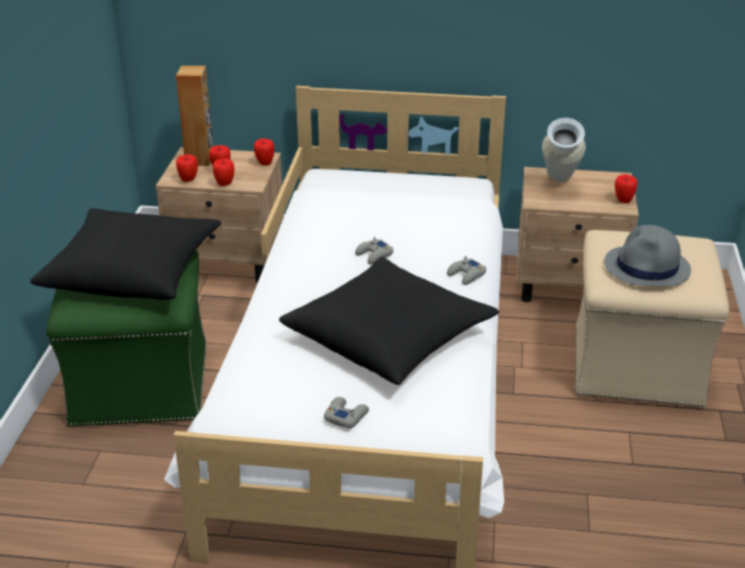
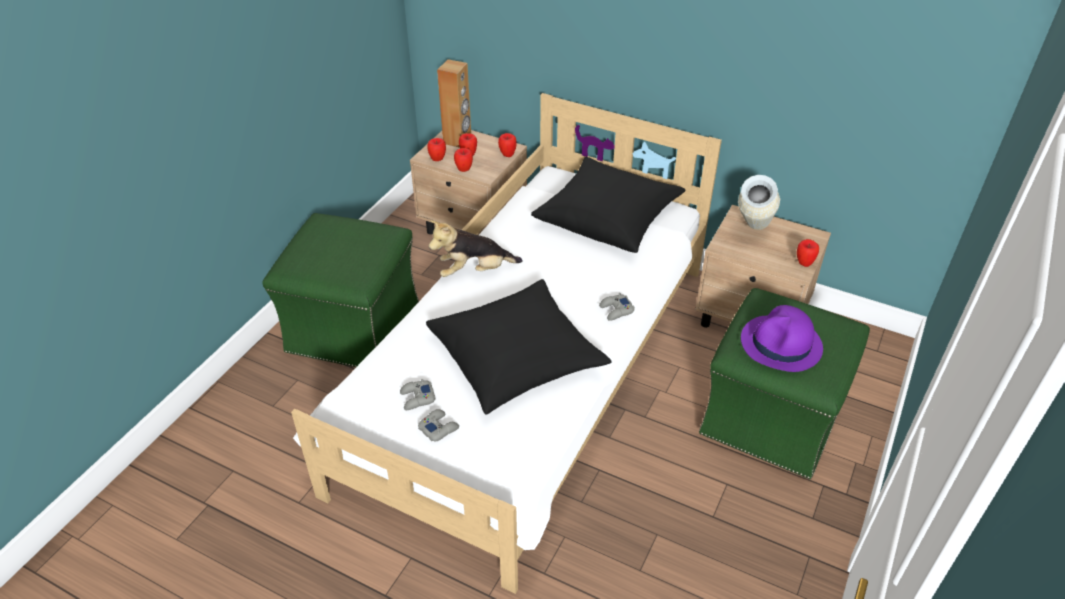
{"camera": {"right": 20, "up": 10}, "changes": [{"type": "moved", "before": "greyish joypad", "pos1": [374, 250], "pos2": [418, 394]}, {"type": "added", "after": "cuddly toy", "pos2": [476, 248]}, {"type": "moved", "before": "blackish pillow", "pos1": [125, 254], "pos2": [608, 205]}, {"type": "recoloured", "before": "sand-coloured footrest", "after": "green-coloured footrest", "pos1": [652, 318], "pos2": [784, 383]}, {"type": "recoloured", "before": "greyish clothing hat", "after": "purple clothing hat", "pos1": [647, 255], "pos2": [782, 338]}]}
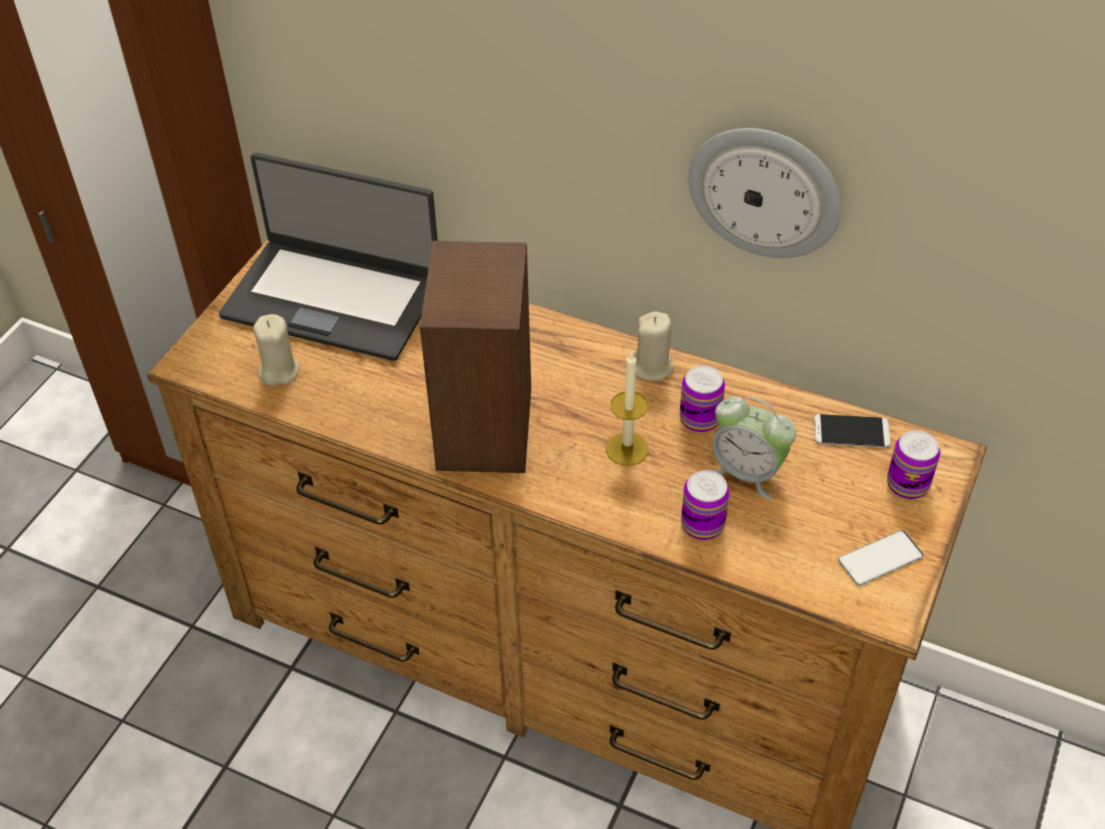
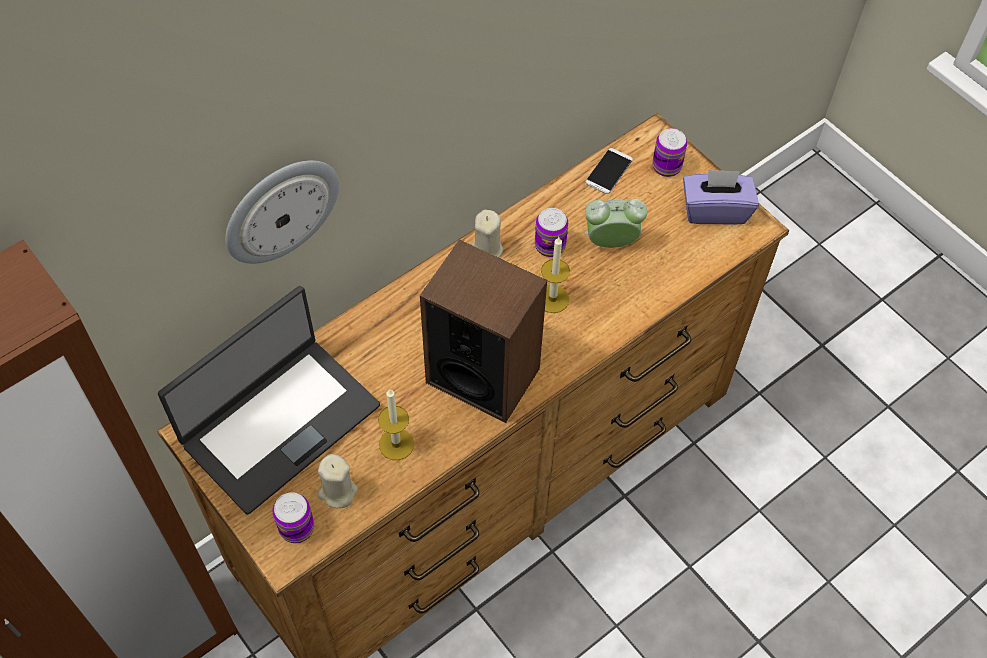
{"camera": {"right": -65, "up": 10}, "changes": [{"type": "moved", "before": "clock on the wall", "pos1": [765, 193], "pos2": [282, 212]}, {"type": "moved", "before": "metal can", "pos1": [705, 505], "pos2": [293, 517]}, {"type": "added", "after": "wax candle", "pos2": [396, 424]}, {"type": "turned", "before": "table clock", "pos1": [753, 448], "pos2": [616, 223], "turn": -150}, {"type": "replaced", "before": "telephone", "after": "purple tissue holder", "pos1": [881, 558], "pos2": [721, 197]}]}
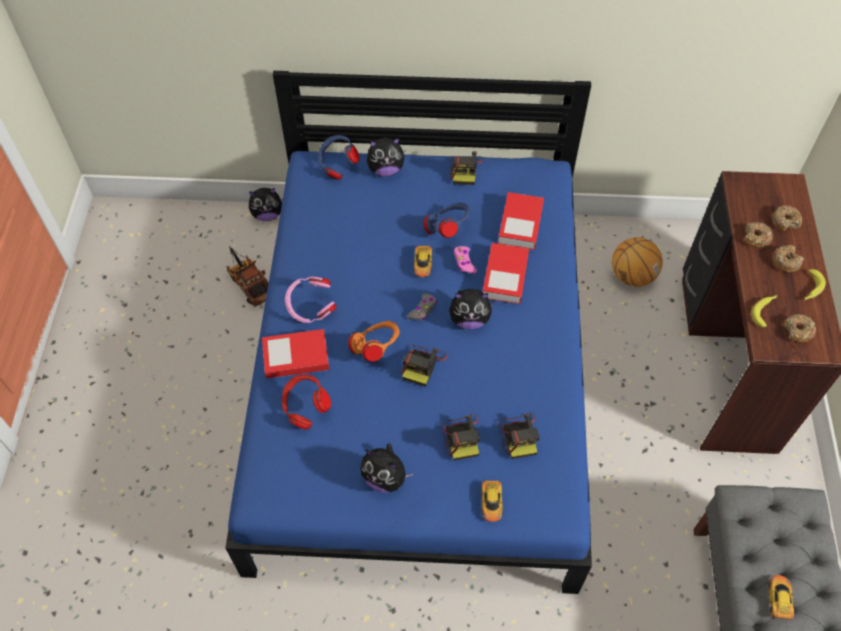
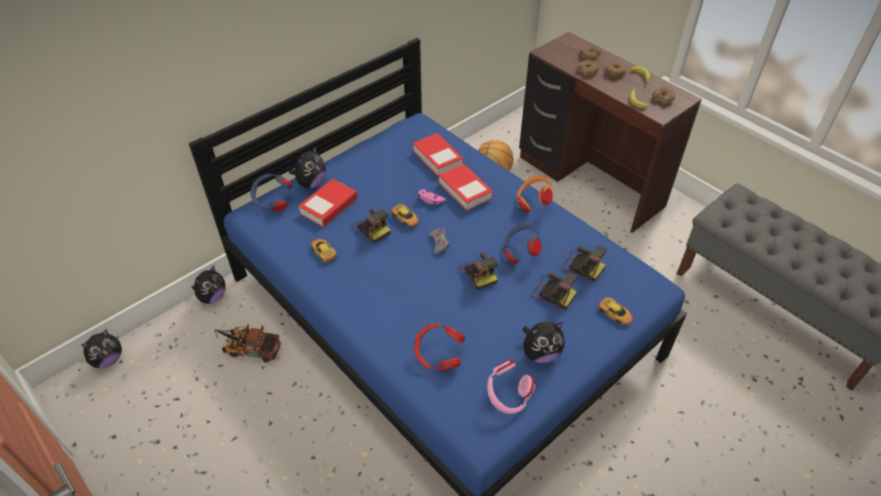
{"camera": {"right": -45, "up": -10}, "changes": [{"type": "moved", "before": "cuddly toy", "pos1": [471, 309], "pos2": [101, 348]}, {"type": "moved", "before": "volume", "pos1": [295, 354], "pos2": [327, 202]}, {"type": "moved", "before": "toy car", "pos1": [781, 597], "pos2": [324, 251]}, {"type": "moved", "before": "still camera", "pos1": [466, 168], "pos2": [371, 225]}, {"type": "moved", "before": "pink pair of headphones", "pos1": [310, 299], "pos2": [511, 386]}, {"type": "moved", "before": "blue-coloured pair of headphones", "pos1": [447, 220], "pos2": [522, 244]}, {"type": "moved", "before": "orange pair of headphones", "pos1": [374, 341], "pos2": [535, 194]}]}
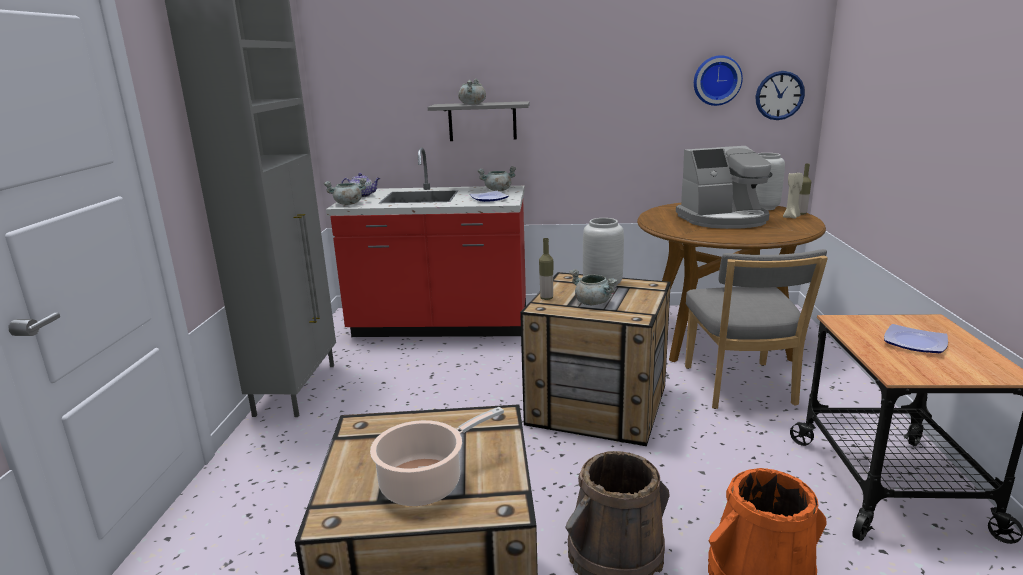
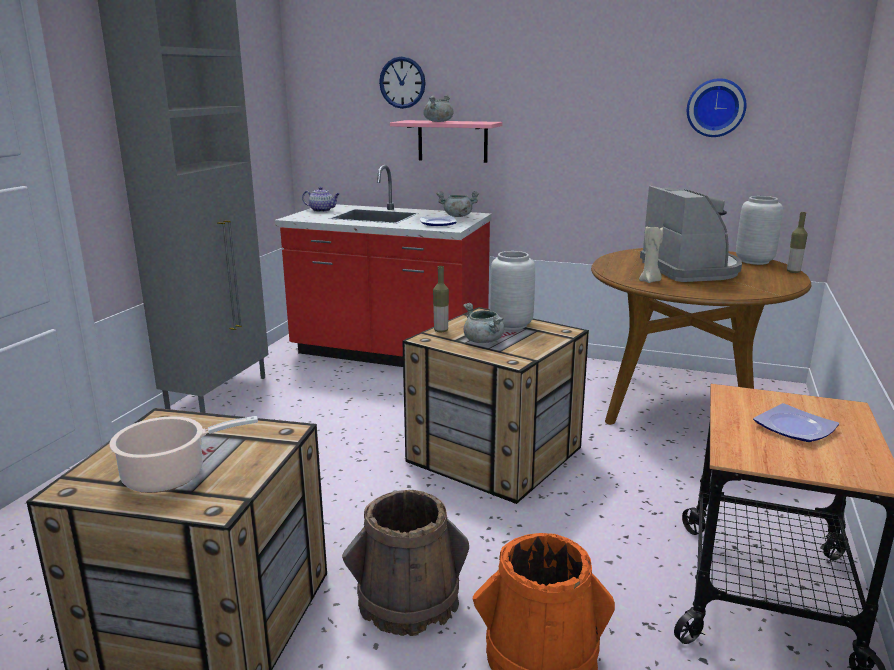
{"camera": {"right": 15, "up": 0}, "changes": [{"type": "moved", "before": "clock on the wall", "pos1": [780, 95], "pos2": [402, 83]}, {"type": "recoloured", "before": "greyish shelf", "after": "pink shelf", "pos1": [479, 121], "pos2": [446, 141]}, {"type": "moved", "before": "sand-coloured wax candle", "pos1": [793, 195], "pos2": [651, 254]}, {"type": "turned", "before": "coffee maker", "pos1": [724, 187], "pos2": [691, 234], "turn": -105}, {"type": "removed", "before": "greyish stockpot", "pos1": [345, 191]}, {"type": "removed", "before": "greyish chair", "pos1": [756, 329]}]}
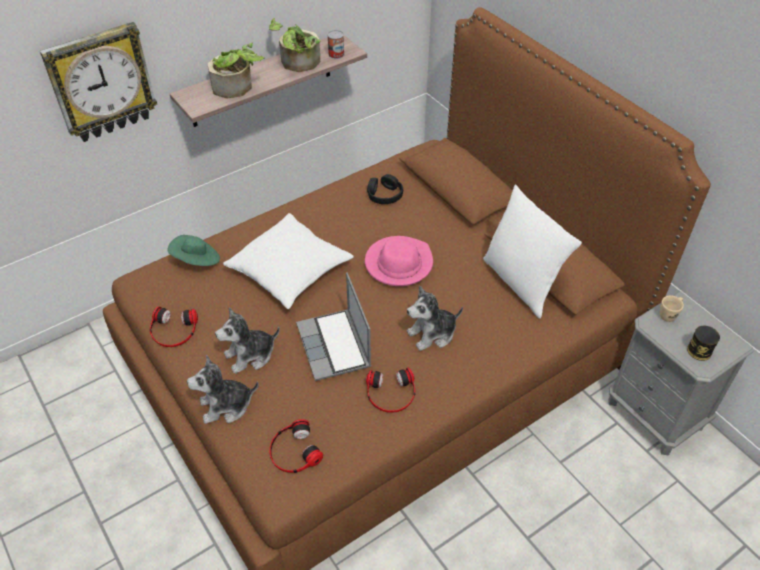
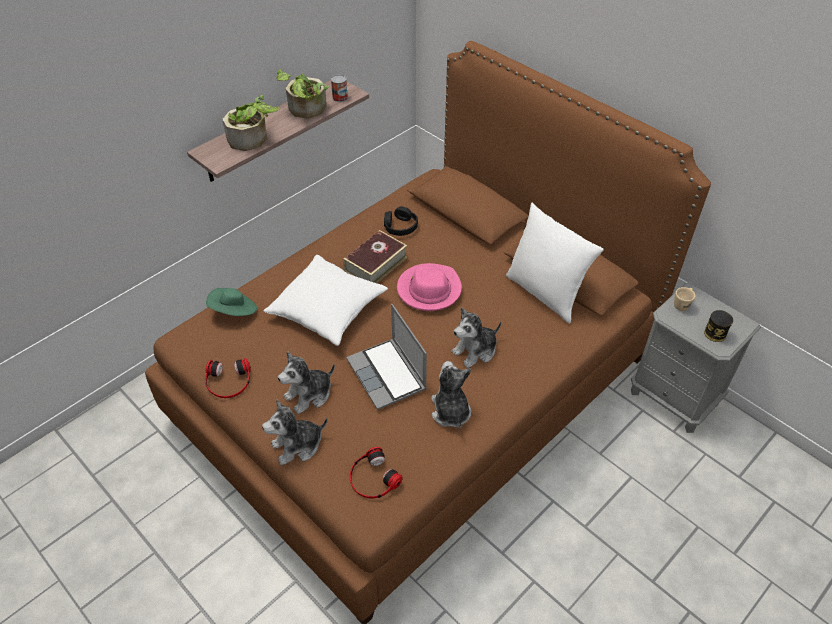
{"camera": {"right": -10, "up": 0}, "changes": [{"type": "added", "after": "volume", "pos2": [375, 256]}, {"type": "replaced", "before": "pair of headphones", "after": "cuddly toy", "pos1": [390, 390], "pos2": [451, 394]}, {"type": "removed", "before": "clock on the wall", "pos1": [98, 82]}]}
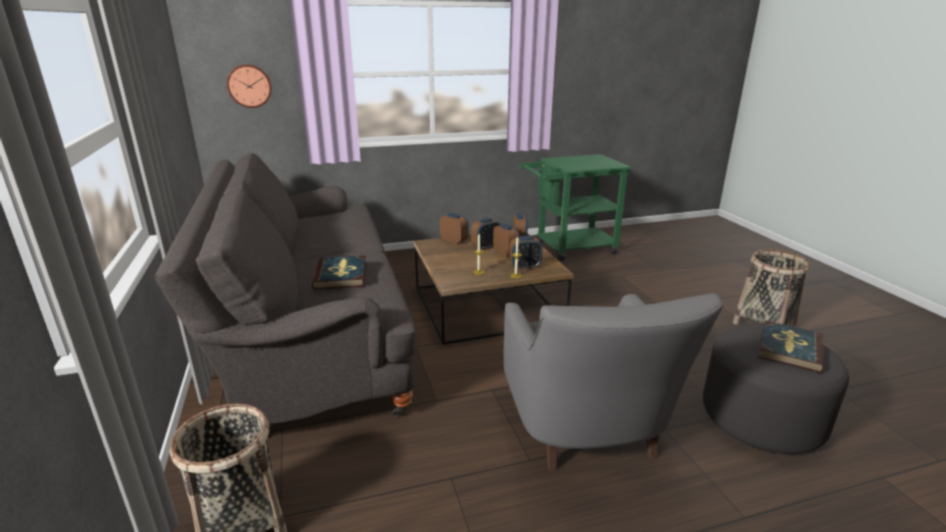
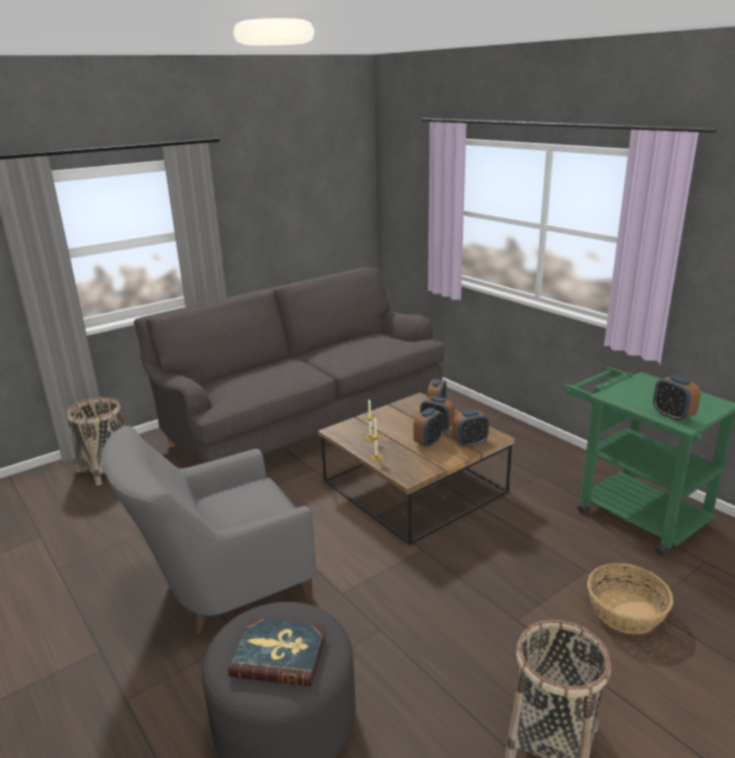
{"camera": {"right": 70, "up": 0}, "changes": [{"type": "added", "after": "household basket", "pos2": [630, 598]}, {"type": "moved", "before": "table clock", "pos1": [526, 253], "pos2": [677, 398]}, {"type": "removed", "before": "clock on the wall", "pos1": [249, 86]}, {"type": "removed", "before": "volume", "pos1": [339, 272]}]}
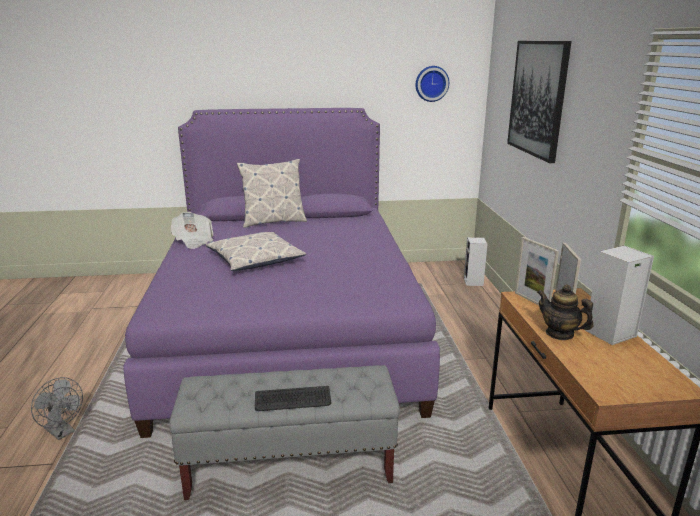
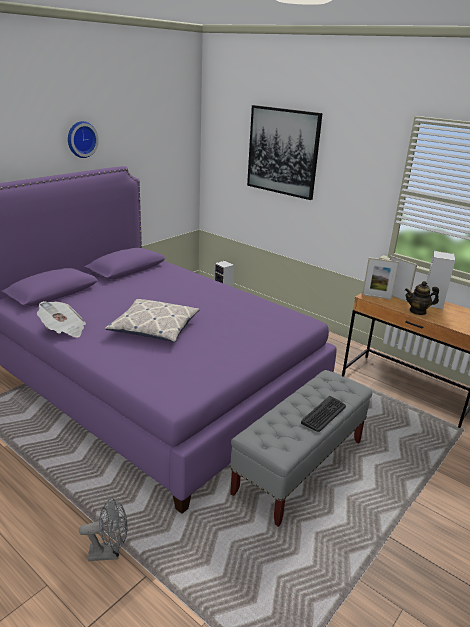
{"camera": {"right": -45, "up": 5}, "changes": [{"type": "moved", "before": "clock on the wall", "pos1": [432, 84], "pos2": [83, 139]}, {"type": "removed", "before": "pillow", "pos1": [272, 193]}]}
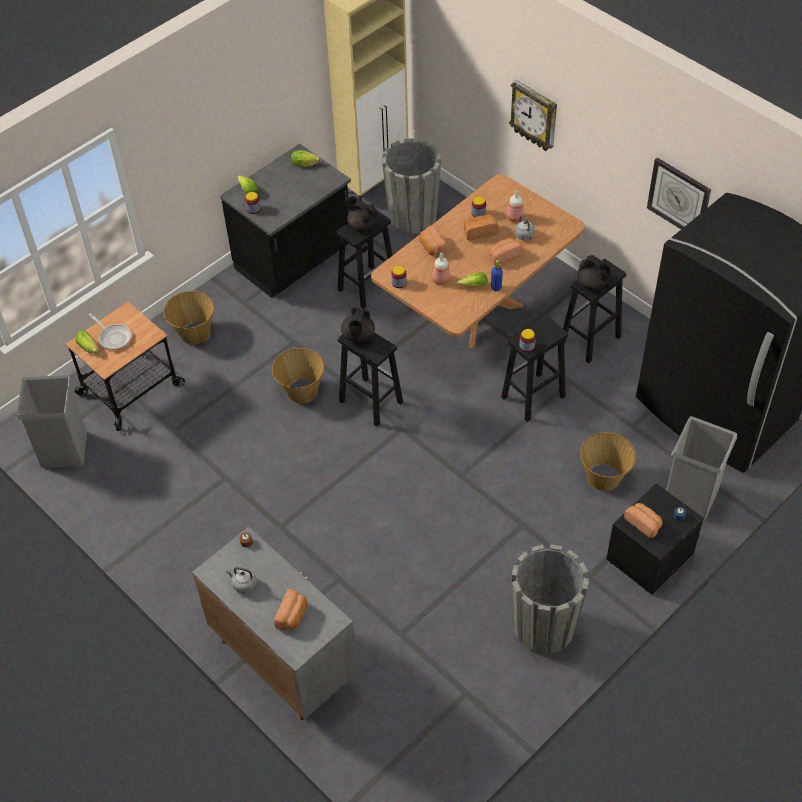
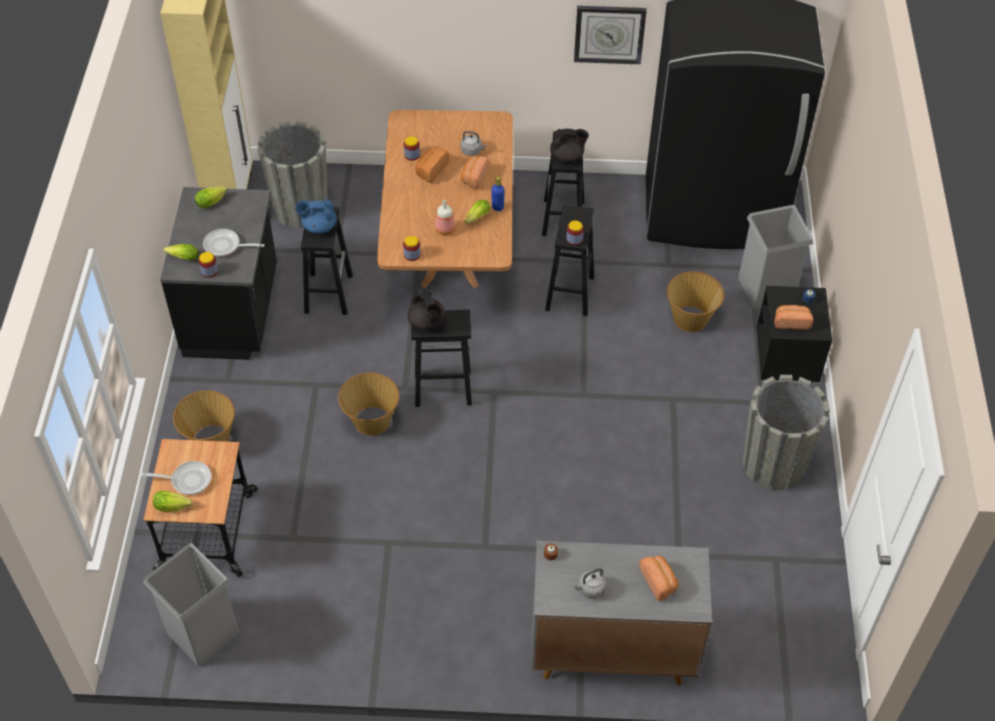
{"camera": {"right": -45, "up": 0}, "changes": [{"type": "added", "after": "pan", "pos2": [234, 243]}, {"type": "recoloured", "before": "blackish pot for tea", "after": "blue-coloured pot for tea", "pos1": [362, 213], "pos2": [316, 216]}, {"type": "removed", "before": "bakery bread", "pos1": [433, 240]}, {"type": "removed", "before": "beverage bottle", "pos1": [515, 206]}, {"type": "removed", "before": "clock on the wall", "pos1": [533, 115]}]}
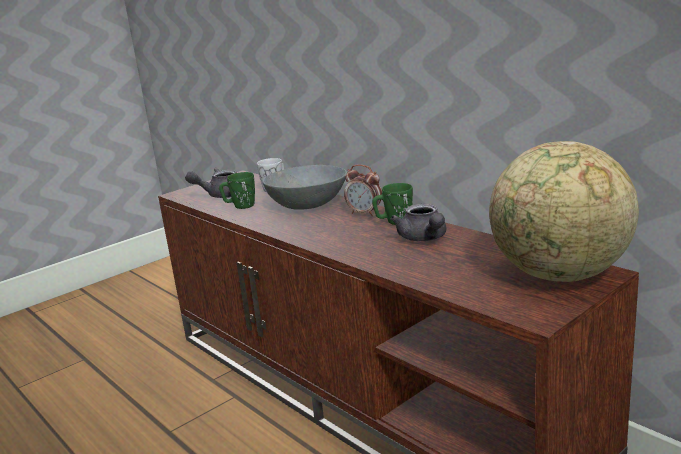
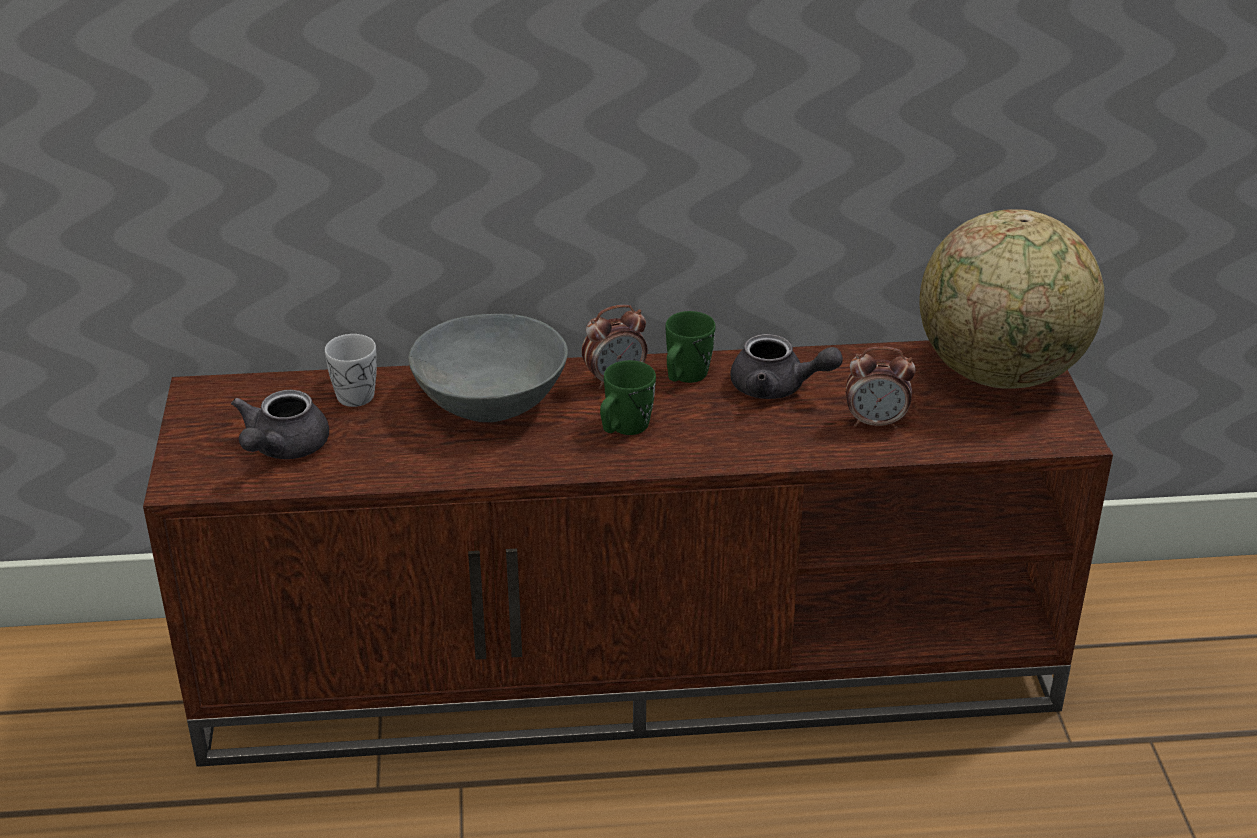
{"camera": {"right": -55, "up": 15}, "changes": [{"type": "moved", "before": "green-coloured mug", "pos1": [237, 190], "pos2": [628, 397]}, {"type": "added", "after": "table clock", "pos2": [881, 388]}]}
